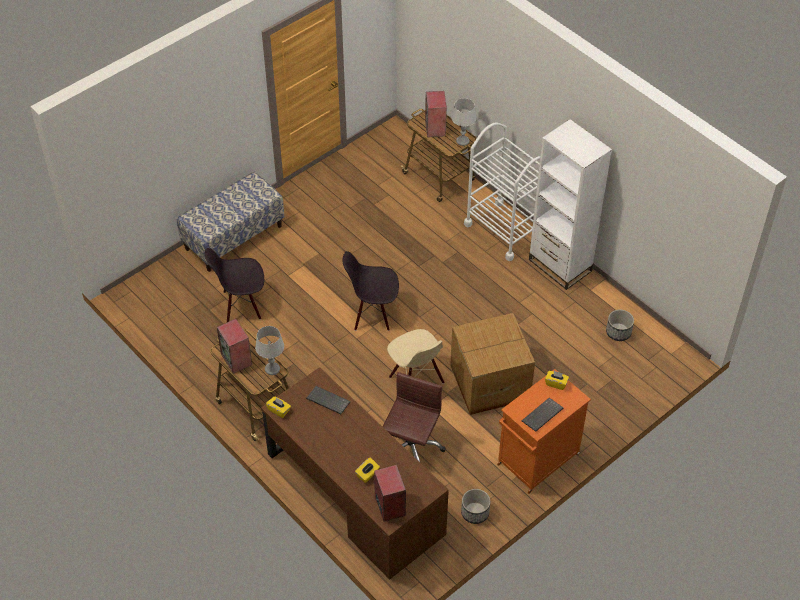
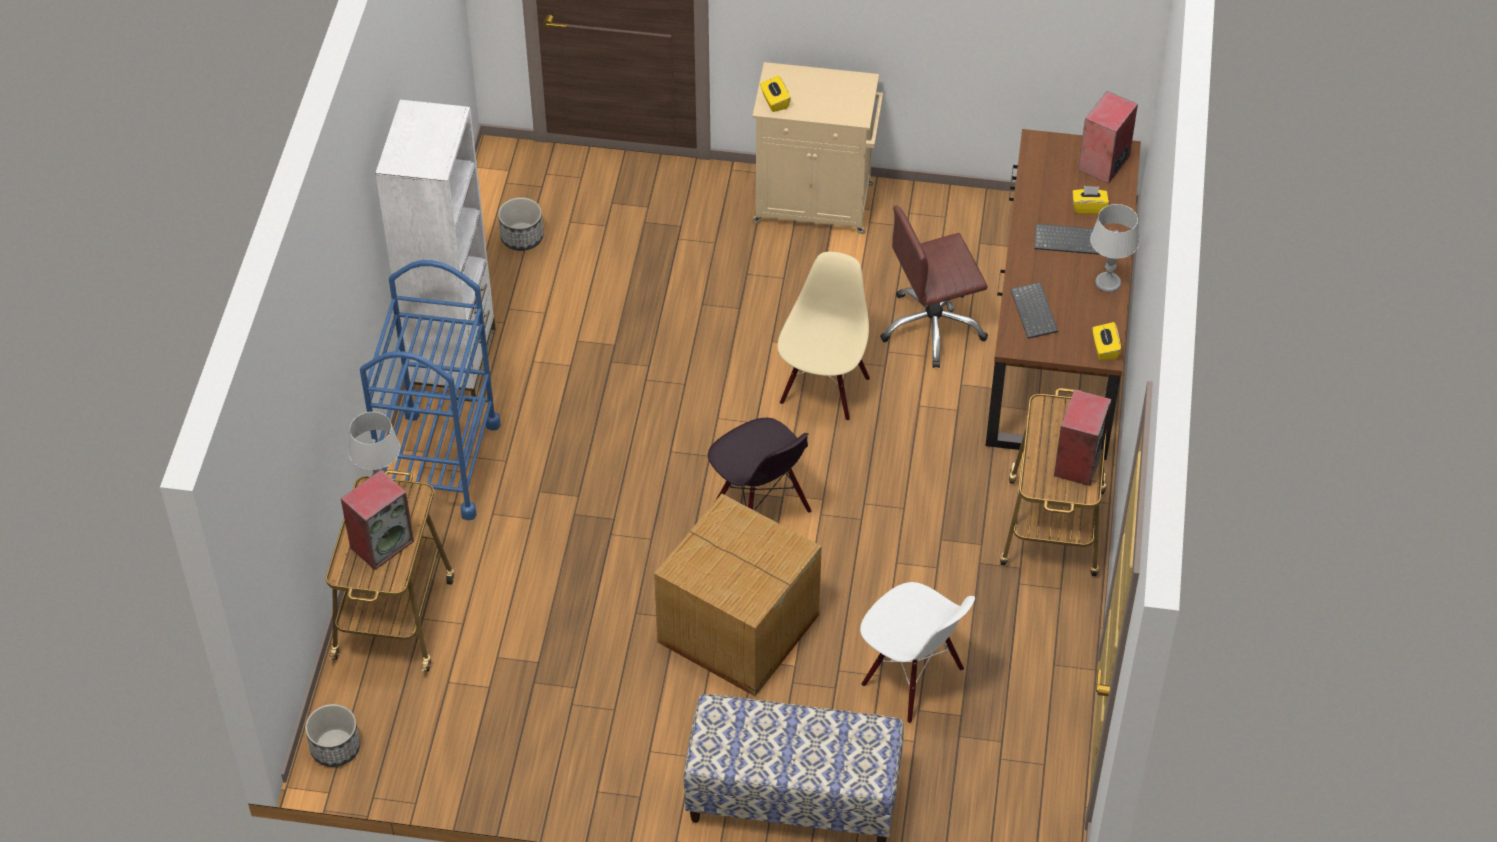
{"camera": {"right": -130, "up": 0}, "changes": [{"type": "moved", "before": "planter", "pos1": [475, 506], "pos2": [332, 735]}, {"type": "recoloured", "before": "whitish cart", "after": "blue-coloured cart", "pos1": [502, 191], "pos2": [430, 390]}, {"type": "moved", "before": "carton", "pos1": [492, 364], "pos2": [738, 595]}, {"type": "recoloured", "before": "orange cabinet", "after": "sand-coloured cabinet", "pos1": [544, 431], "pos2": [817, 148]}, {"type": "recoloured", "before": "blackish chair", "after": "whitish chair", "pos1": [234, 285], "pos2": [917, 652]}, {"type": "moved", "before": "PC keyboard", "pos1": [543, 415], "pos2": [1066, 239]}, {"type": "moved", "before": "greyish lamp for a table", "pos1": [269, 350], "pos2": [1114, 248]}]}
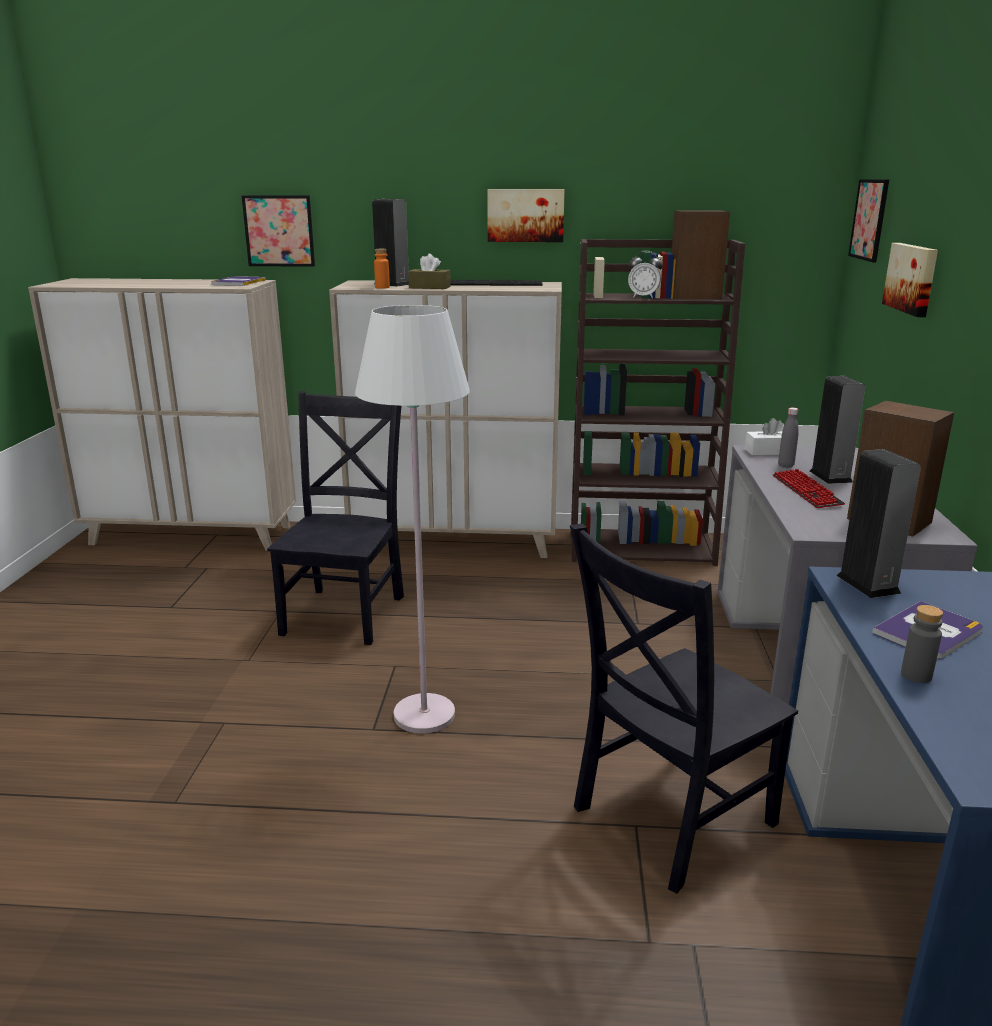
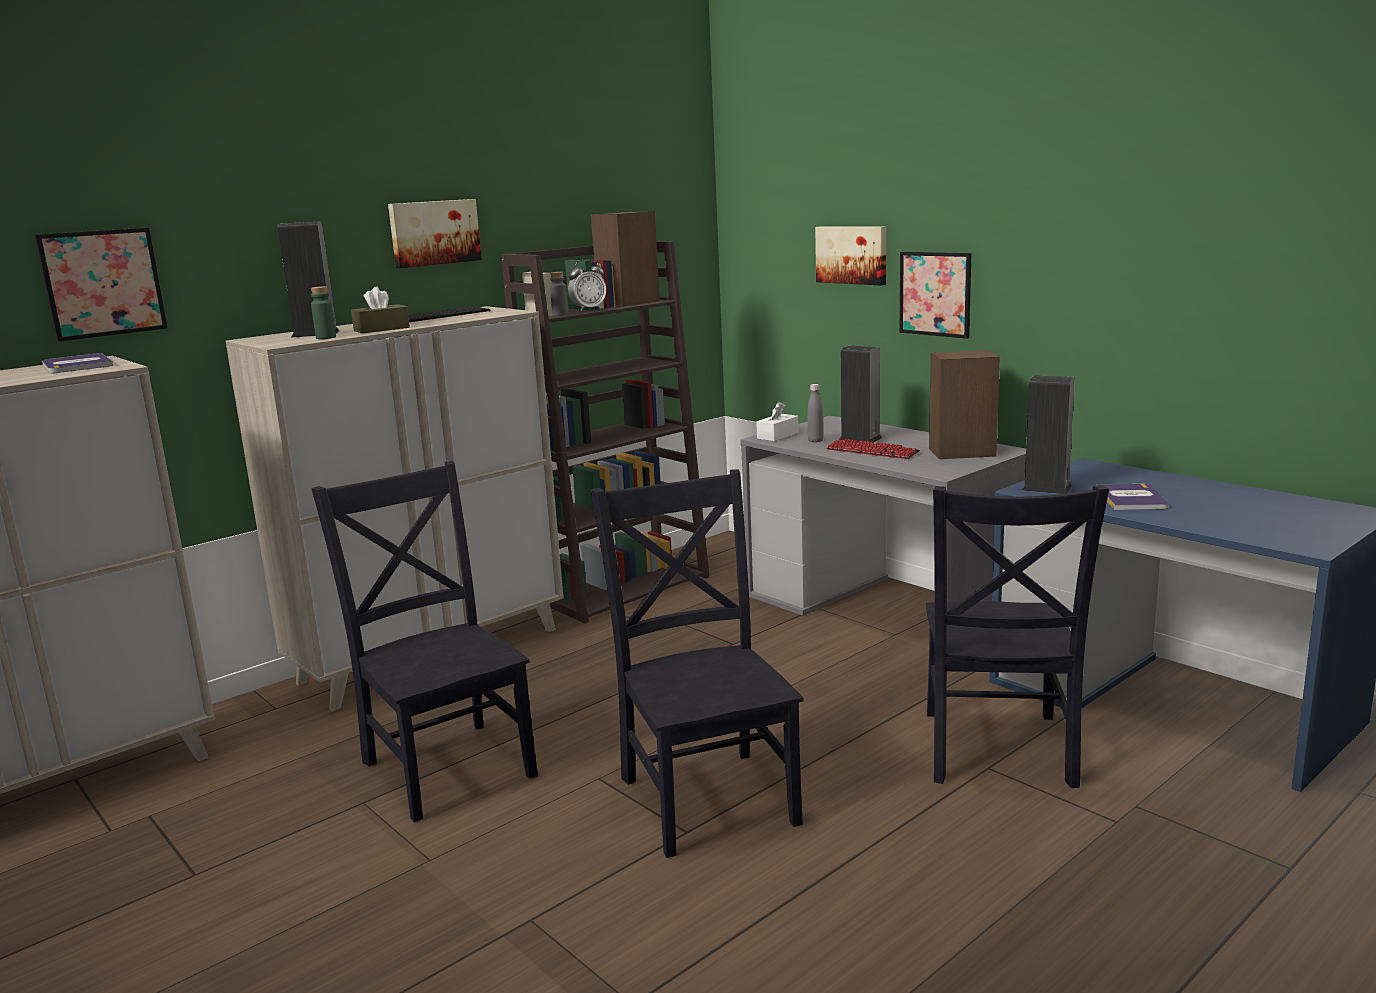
{"camera": {"right": -45, "up": -5}, "changes": [{"type": "recoloured", "before": "orange beverage bottle", "after": "green-coloured beverage bottle", "pos1": [382, 269], "pos2": [323, 312]}, {"type": "moved", "before": "greyish beverage bottle", "pos1": [922, 644], "pos2": [559, 294]}, {"type": "replaced", "before": "whitish standard lamp", "after": "blackish chair", "pos1": [412, 519], "pos2": [697, 663]}, {"type": "moved", "before": "wall art", "pos1": [868, 221], "pos2": [935, 295]}]}
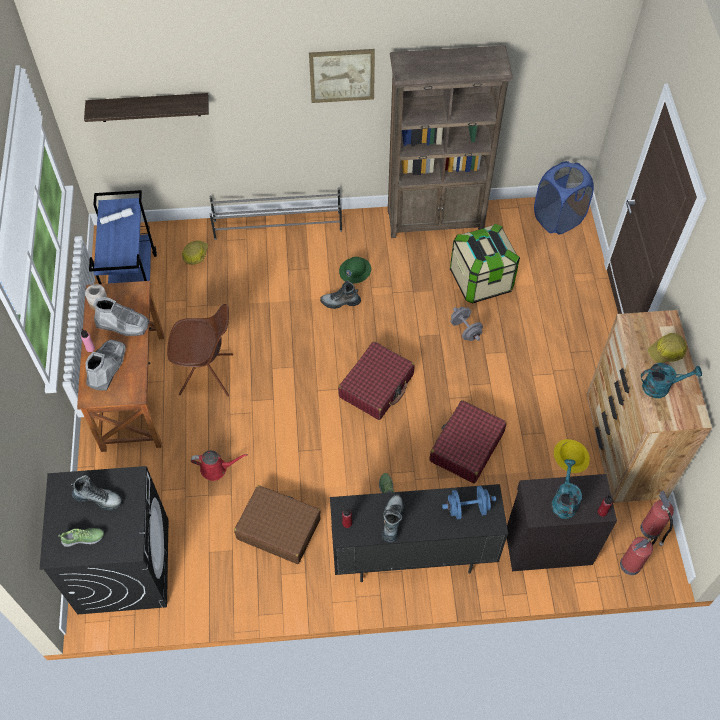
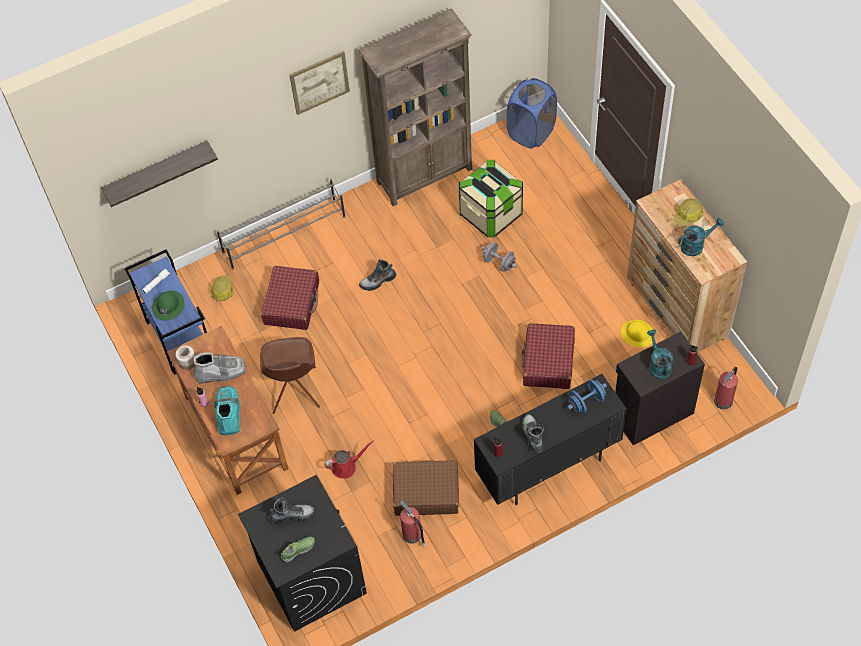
{"camera": {"right": -20, "up": 0}, "changes": [{"type": "moved", "before": "green-coloured safety helmet", "pos1": [355, 270], "pos2": [168, 306]}, {"type": "recoloured", "before": "greyish boot", "after": "turquoise boot", "pos1": [105, 365], "pos2": [227, 410]}, {"type": "turned", "before": "brown-coloured chair", "pos1": [200, 350], "pos2": [290, 375], "turn": 105}, {"type": "moved", "before": "red travel case", "pos1": [376, 380], "pos2": [290, 298]}, {"type": "moved", "before": "fire-fighting cylinder", "pos1": [657, 518], "pos2": [412, 523]}]}
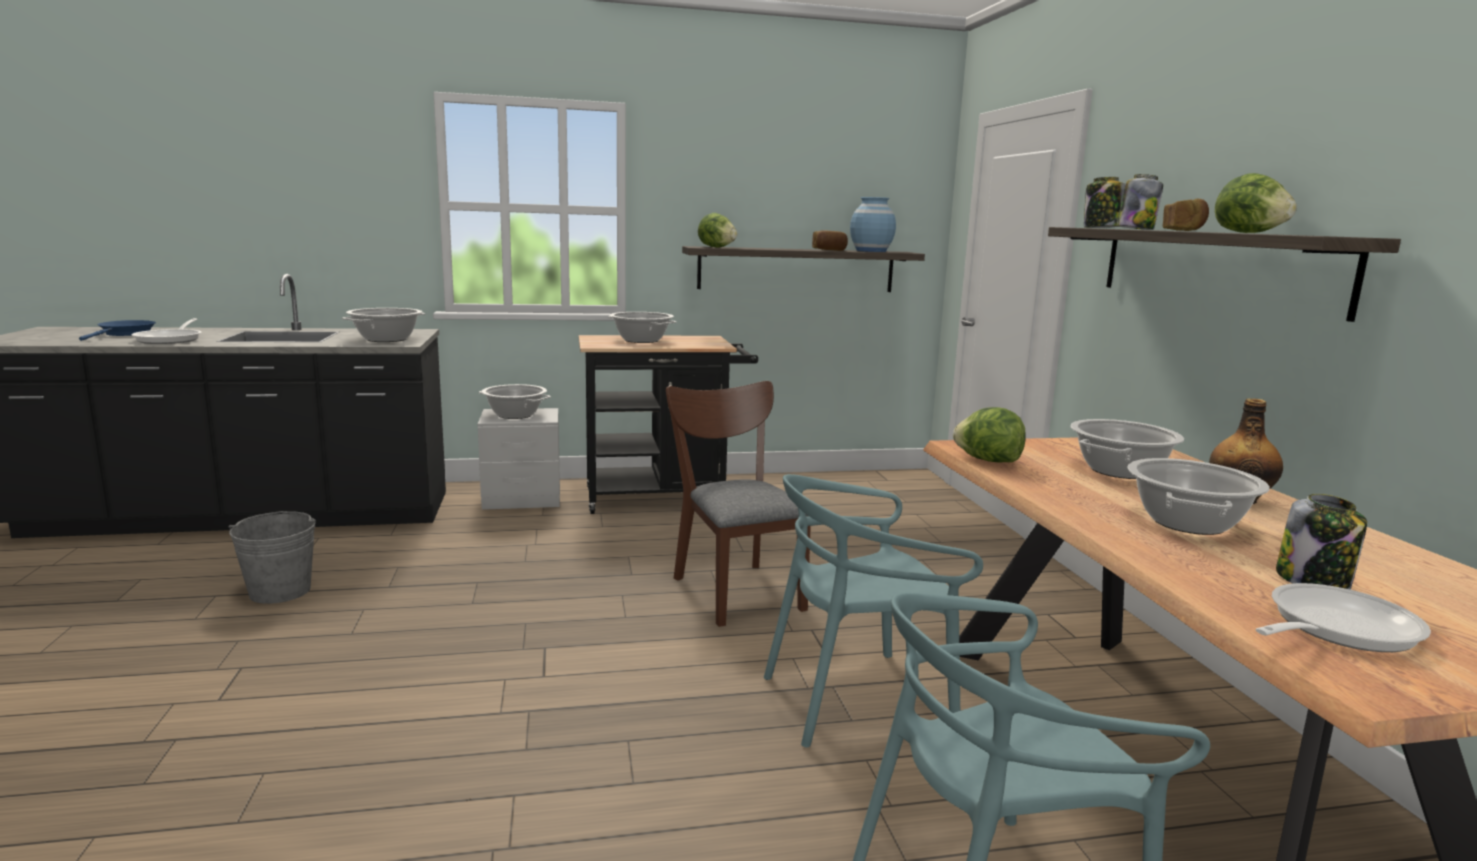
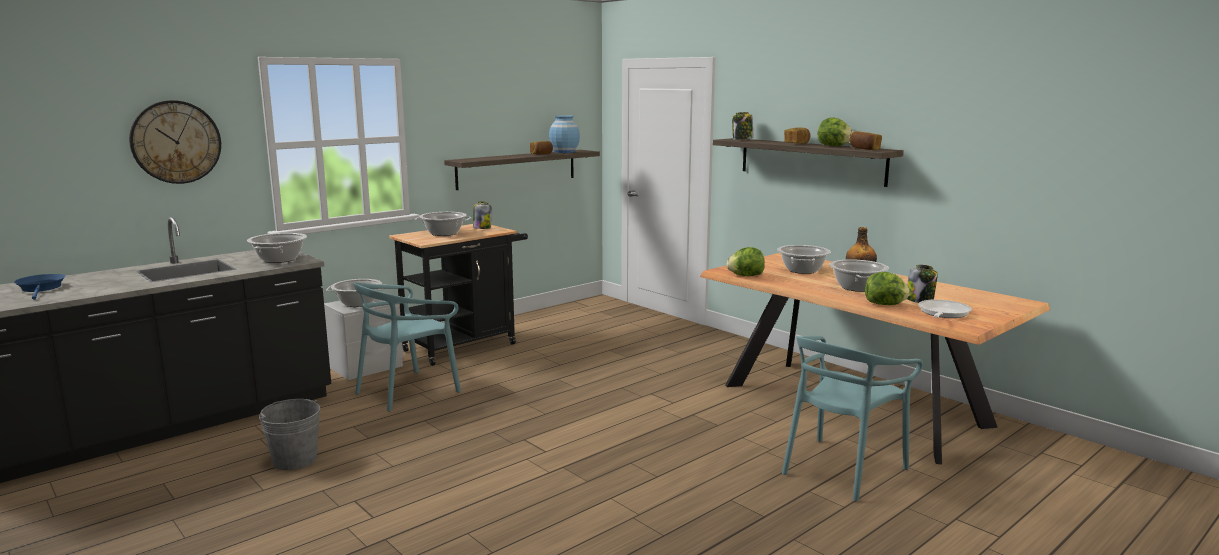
{"camera": {"right": -30, "up": 0}, "changes": [{"type": "added", "after": "clock on the wall", "pos2": [175, 142]}, {"type": "moved", "before": "turquoise chair", "pos1": [873, 611], "pos2": [407, 347]}, {"type": "moved", "before": "jar", "pos1": [1140, 202], "pos2": [482, 215]}, {"type": "added", "after": "bakery bread", "pos2": [865, 140]}, {"type": "moved", "before": "lettuce", "pos1": [717, 230], "pos2": [887, 288]}, {"type": "removed", "before": "pan", "pos1": [166, 331]}, {"type": "removed", "before": "brown-coloured chair", "pos1": [738, 504]}]}
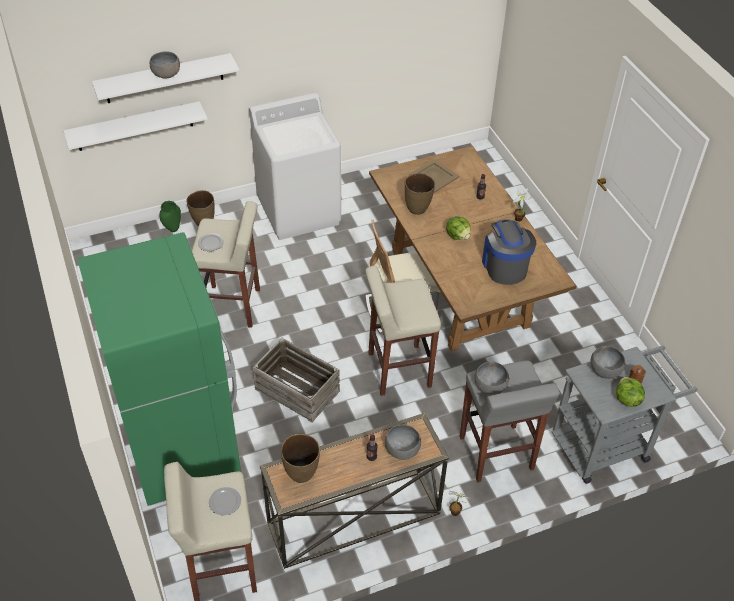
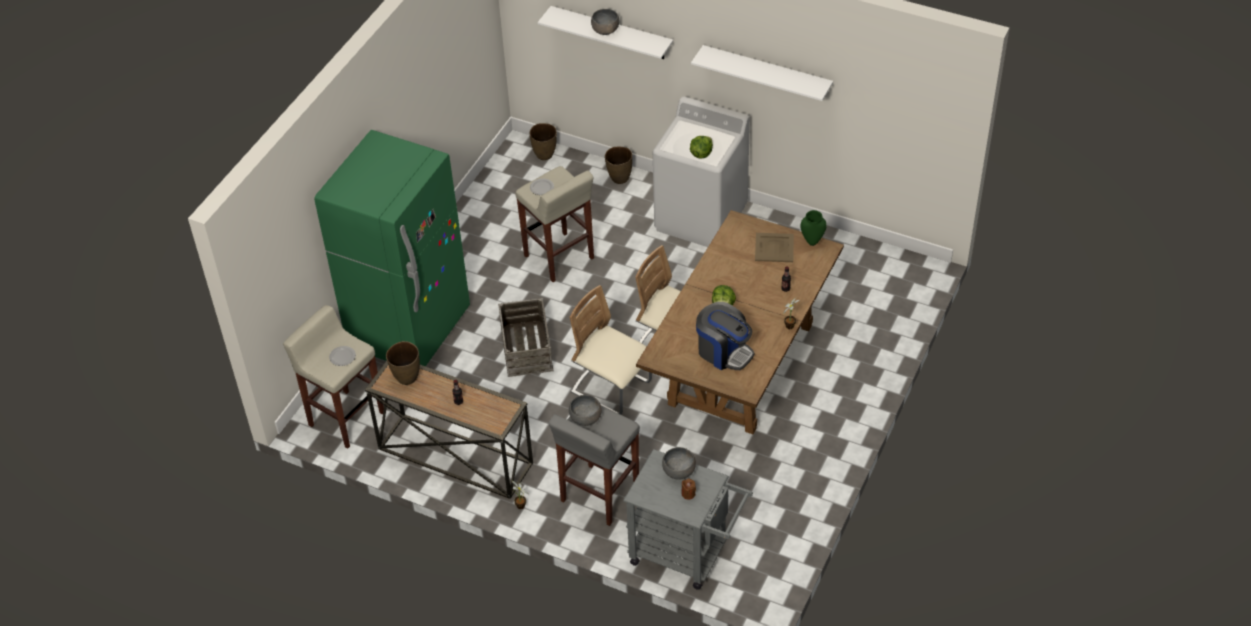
{"camera": {"right": 50, "up": 0}, "changes": [{"type": "moved", "before": "brown-coloured flower vase", "pos1": [420, 194], "pos2": [543, 141]}, {"type": "replaced", "before": "sand-coloured stool seat", "after": "sand-coloured chair", "pos1": [403, 330], "pos2": [611, 350]}, {"type": "moved", "before": "lettuce", "pos1": [630, 392], "pos2": [701, 147]}, {"type": "moved", "before": "whitish shelf", "pos1": [135, 126], "pos2": [762, 73]}, {"type": "turned", "before": "coffee maker", "pos1": [509, 252], "pos2": [725, 336], "turn": 90}, {"type": "moved", "before": "green-coloured flower vase", "pos1": [170, 216], "pos2": [813, 228]}, {"type": "removed", "before": "greyish deep dish", "pos1": [403, 442]}]}
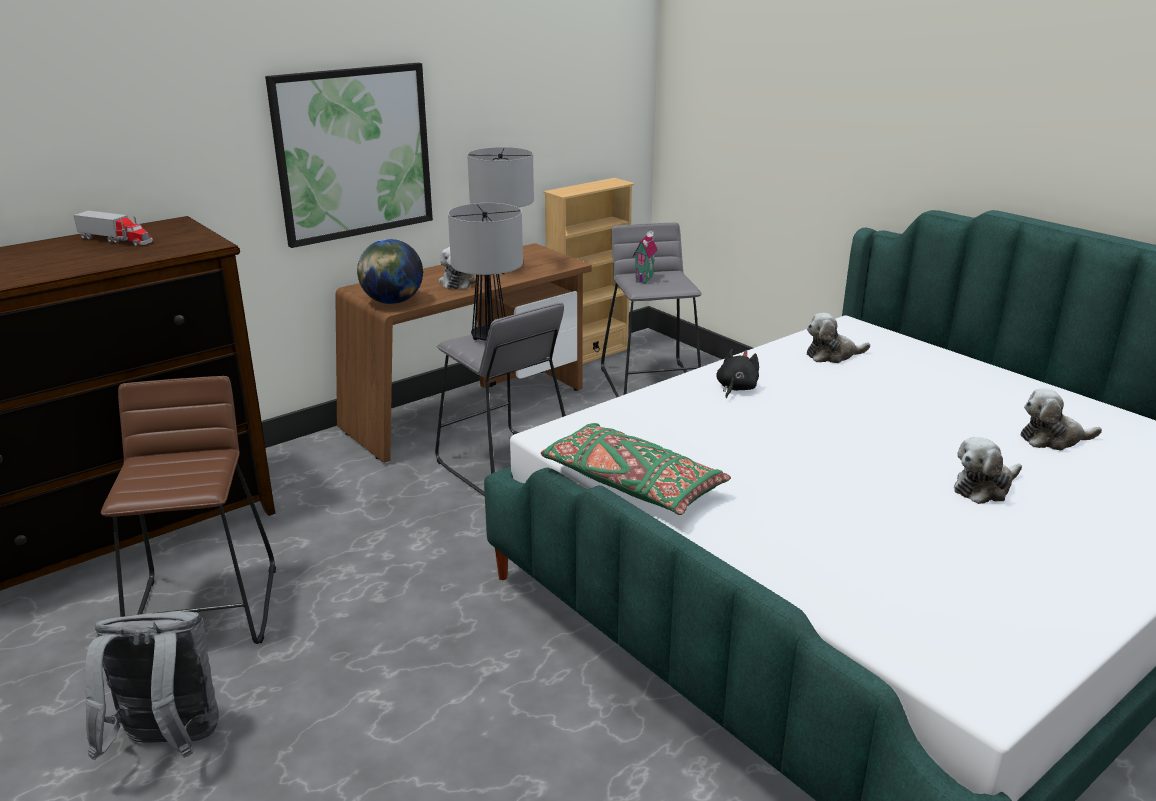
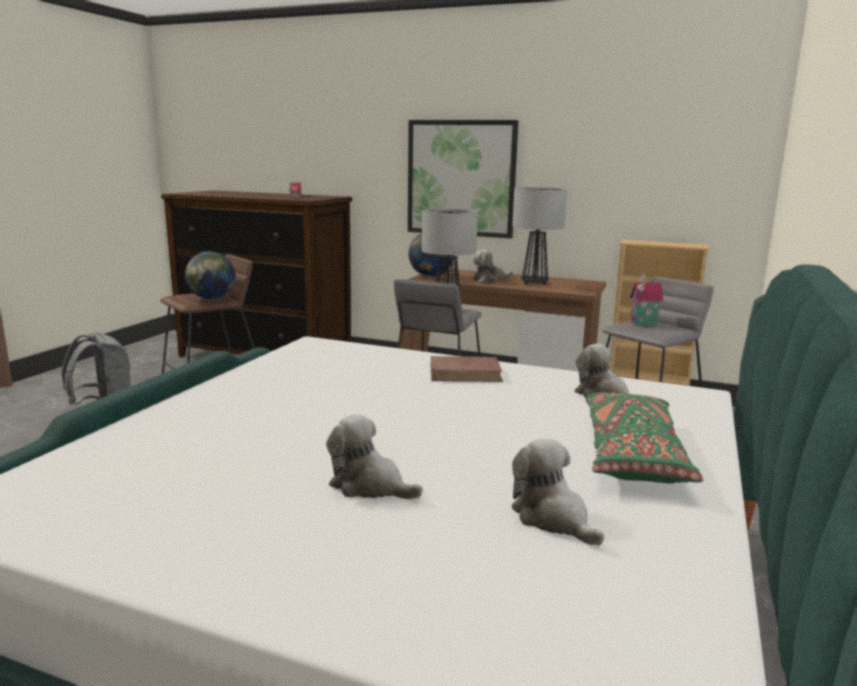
{"camera": {"right": 60, "up": -10}, "changes": [{"type": "added", "after": "desk globe", "pos2": [210, 275]}, {"type": "replaced", "before": "blackish cuddly toy", "after": "brown-coloured volume", "pos1": [737, 373], "pos2": [467, 369]}, {"type": "moved", "before": "green-coloured pillow", "pos1": [636, 469], "pos2": [644, 437]}]}
